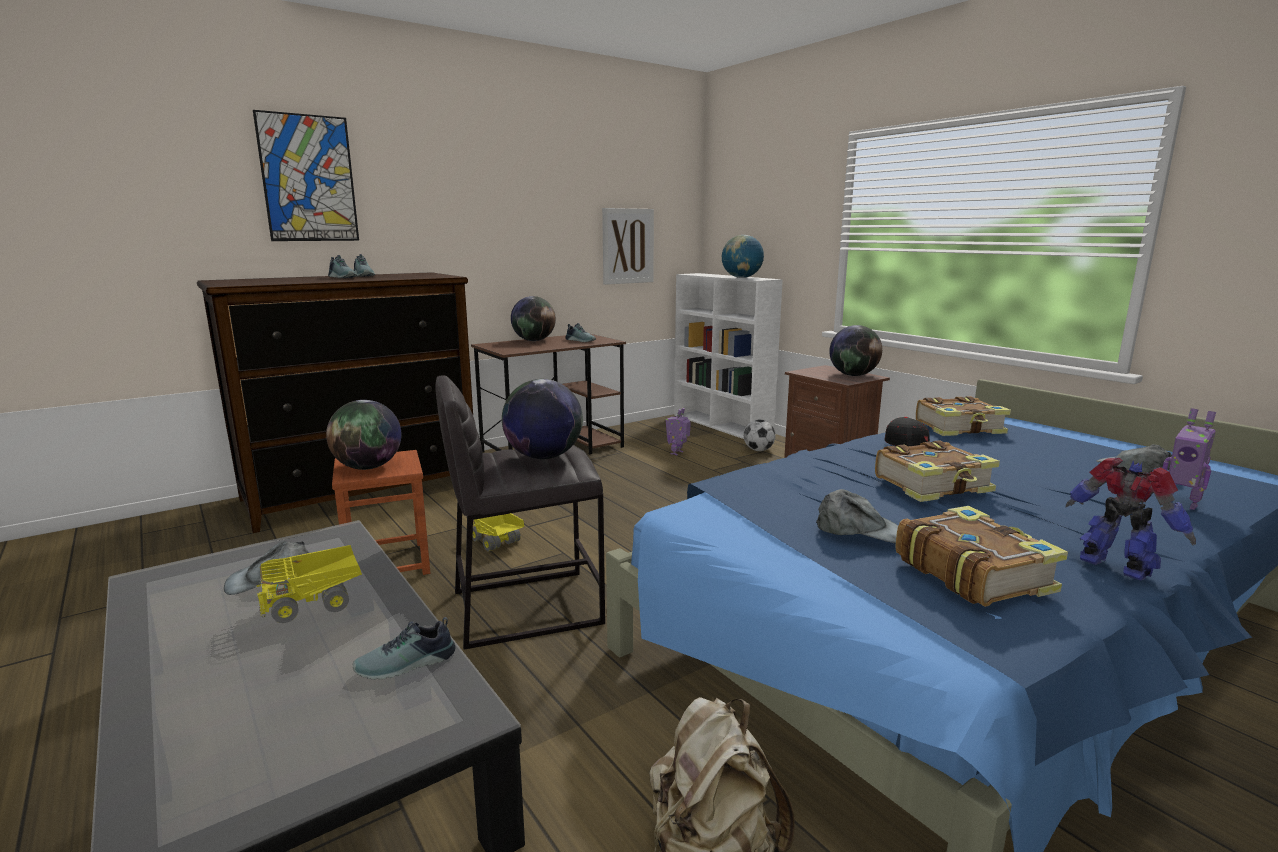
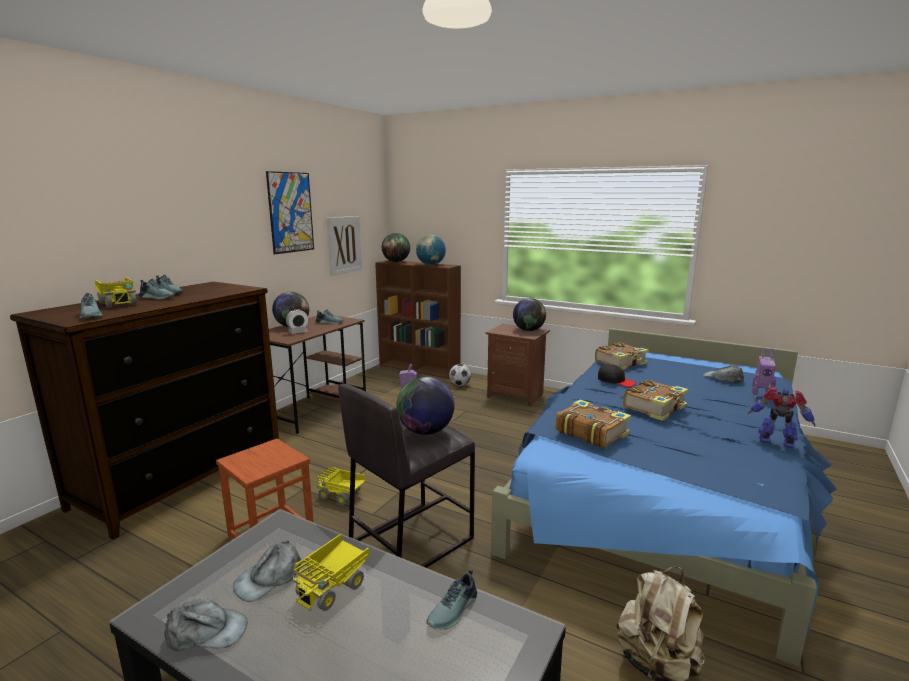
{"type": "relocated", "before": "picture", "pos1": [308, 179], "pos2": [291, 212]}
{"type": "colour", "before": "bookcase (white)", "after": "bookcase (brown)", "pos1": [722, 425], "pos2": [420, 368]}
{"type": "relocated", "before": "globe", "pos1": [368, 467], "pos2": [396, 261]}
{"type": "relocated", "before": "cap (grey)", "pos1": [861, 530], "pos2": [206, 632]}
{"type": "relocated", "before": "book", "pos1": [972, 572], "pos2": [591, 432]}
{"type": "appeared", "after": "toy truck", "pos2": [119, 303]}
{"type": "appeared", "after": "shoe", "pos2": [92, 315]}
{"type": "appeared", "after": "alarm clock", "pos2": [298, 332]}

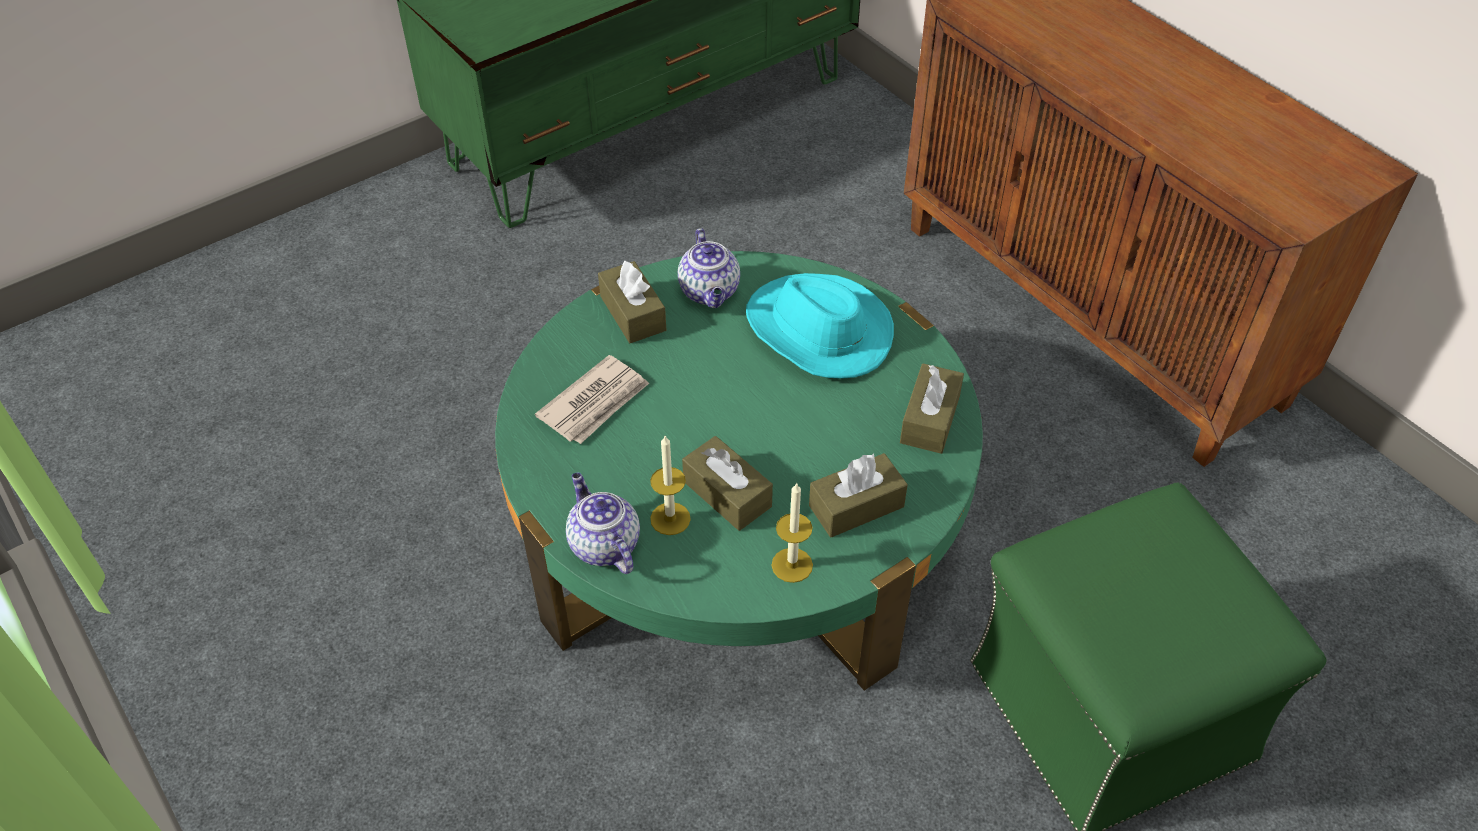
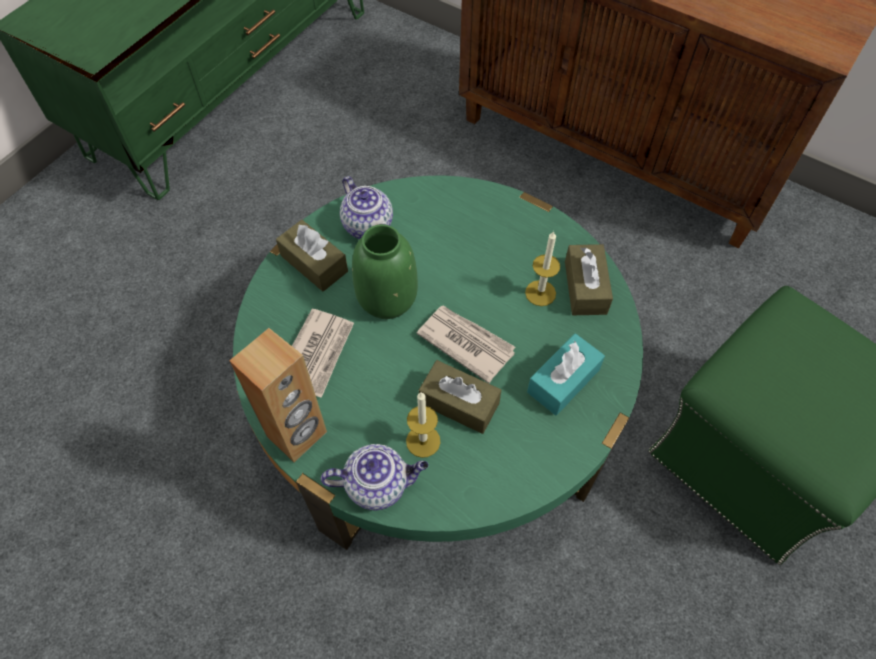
{"type": "missing", "before": "hat (turquoise)", "pos1": [817, 331]}
{"type": "colour", "before": "tissue box (brown)", "after": "tissue box (turquoise)", "pos1": [856, 506], "pos2": [563, 381]}
{"type": "spun", "before": "teapot", "pos1": [603, 545], "pos2": [378, 484], "turn": 135}
{"type": "relocated", "before": "candle", "pos1": [792, 565], "pos2": [540, 293]}
{"type": "appeared", "after": "vase (green)", "pos2": [387, 299]}
{"type": "appeared", "after": "newspaper", "pos2": [465, 343]}
{"type": "appeared", "after": "speaker (brown)", "pos2": [297, 434]}

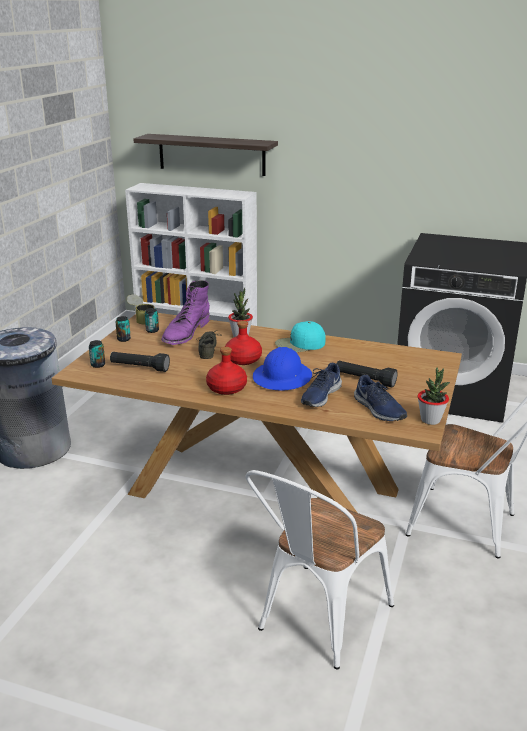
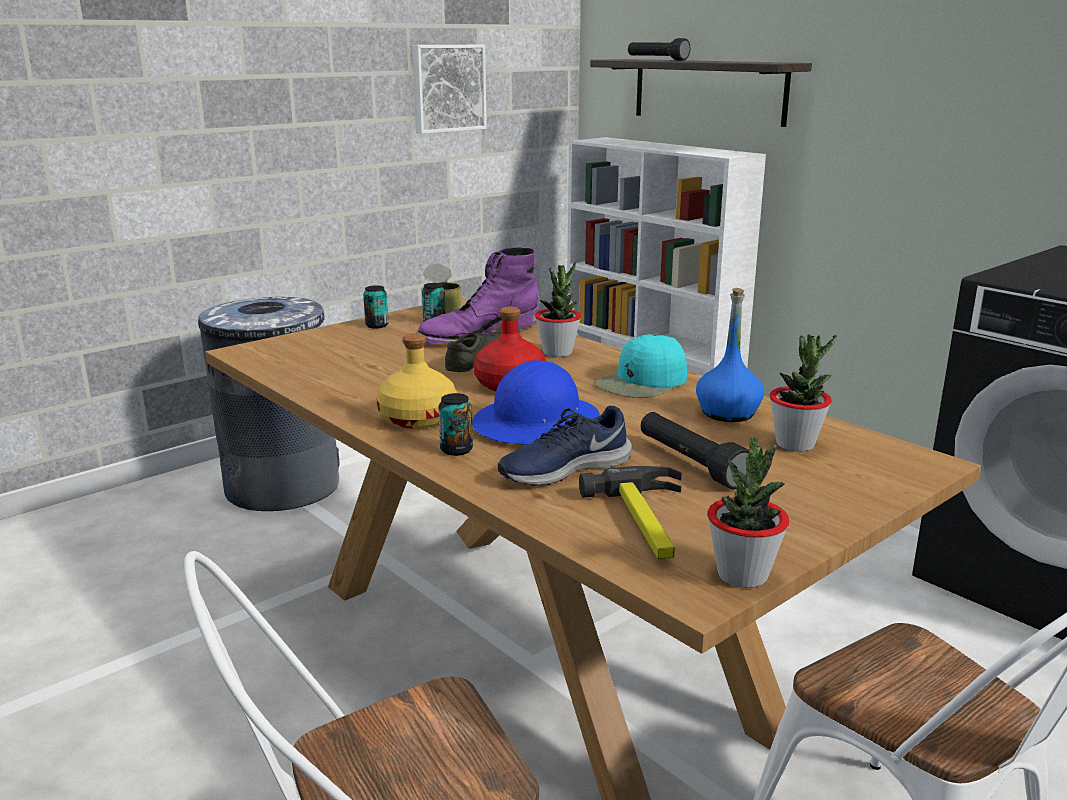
{"type": "spun", "before": "cap (turquoise)", "pos1": [299, 344], "pos2": [642, 383], "turn": -60}
{"type": "relocated", "before": "can", "pos1": [98, 365], "pos2": [456, 450]}
{"type": "colour", "before": "bottle (red)", "after": "bottle (yellow)", "pos1": [227, 388], "pos2": [419, 418]}
{"type": "relocated", "before": "flashlight (black)", "pos1": [139, 368], "pos2": [656, 59]}
{"type": "exchanged", "before": "shoe (blue)", "after": "hammer", "pos1": [378, 409], "pos2": [648, 522]}
{"type": "appeared", "after": "picture", "pos2": [447, 88]}
{"type": "appeared", "after": "bottle (blue)", "pos2": [728, 413]}
{"type": "appeared", "after": "potted plant", "pos2": [795, 444]}

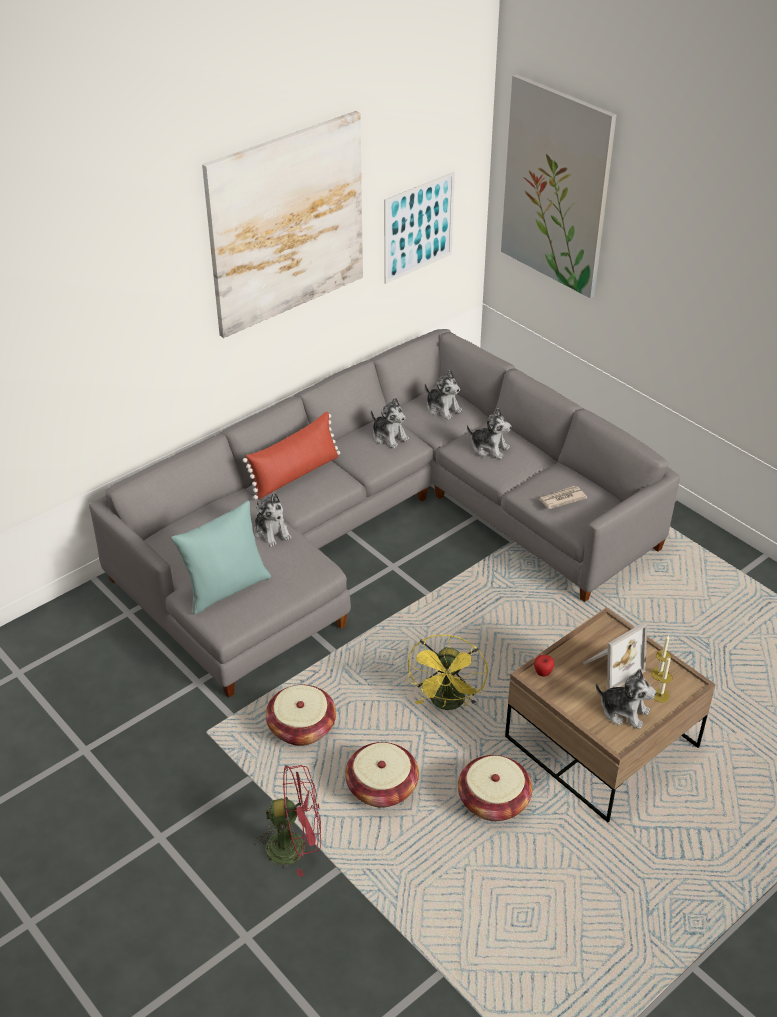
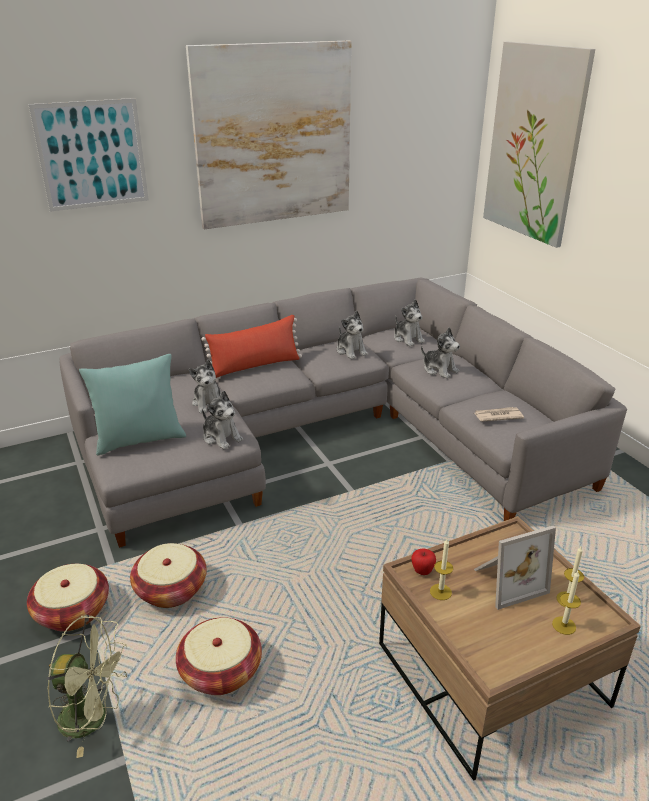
{"type": "relocated", "before": "picture", "pos1": [418, 227], "pos2": [92, 155]}
{"type": "missing", "before": "fan (yellow)", "pos1": [447, 704]}
{"type": "relocated", "before": "plush toy", "pos1": [624, 711], "pos2": [221, 437]}
{"type": "relocated", "before": "basket", "pos1": [493, 801], "pos2": [73, 611]}
{"type": "colour", "before": "fan (red)", "after": "fan (green)", "pos1": [295, 846], "pos2": [93, 717]}
{"type": "appeared", "after": "candle", "pos2": [440, 592]}

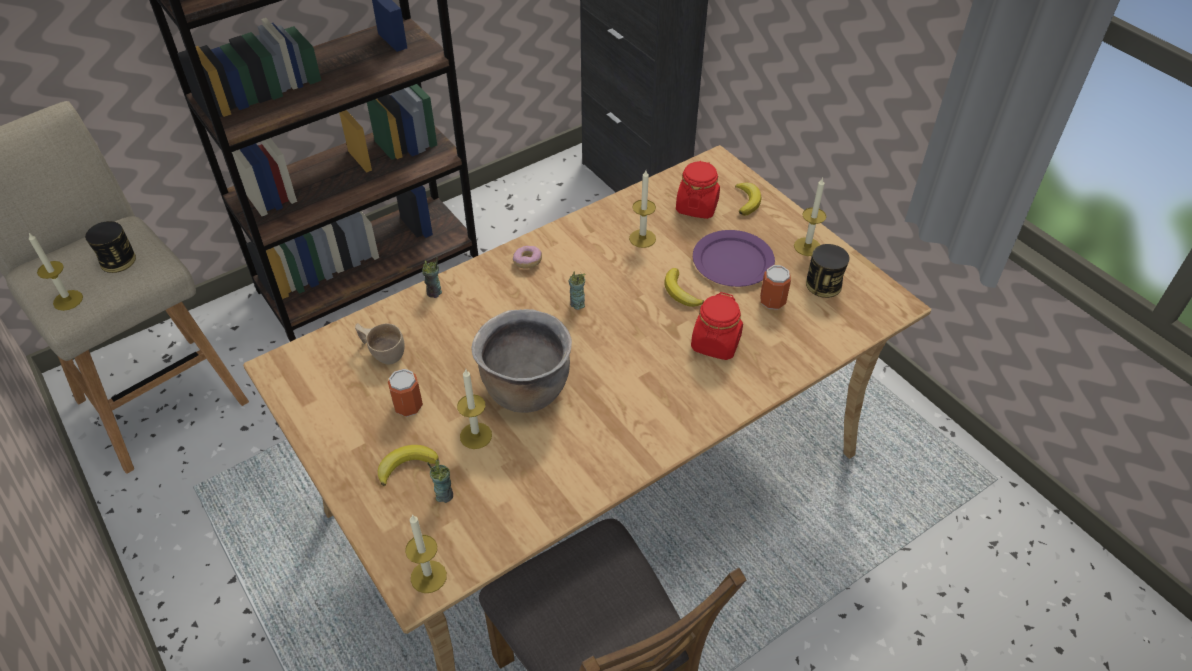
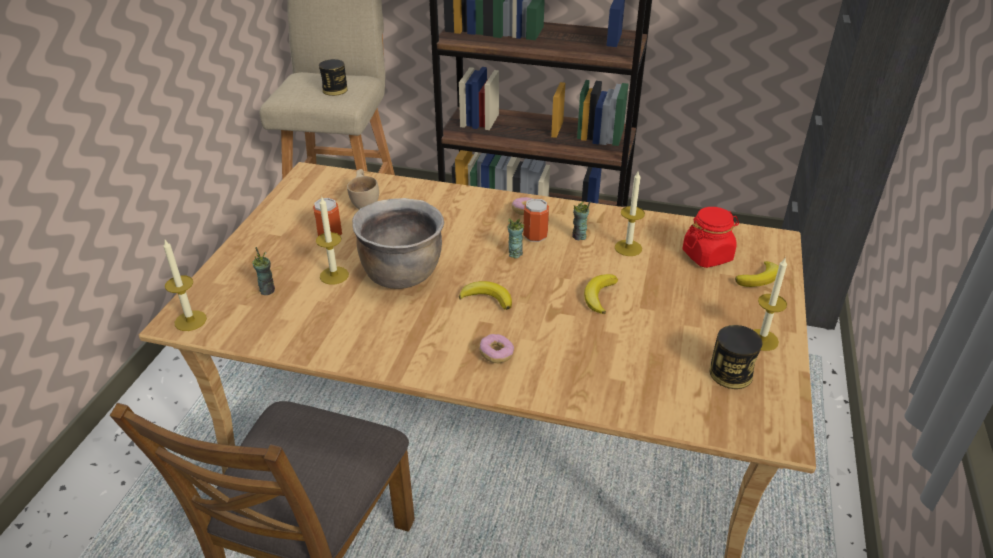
{"type": "missing", "before": "plate (purple)", "pos1": [732, 261]}
{"type": "missing", "before": "candle", "pos1": [68, 300]}
{"type": "relocated", "before": "cup", "pos1": [434, 293], "pos2": [579, 236]}
{"type": "relocated", "before": "can", "pos1": [772, 301], "pos2": [535, 235]}
{"type": "missing", "before": "jar (red)", "pos1": [715, 343]}
{"type": "relocated", "before": "banana", "pos1": [406, 465], "pos2": [487, 298]}
{"type": "appeared", "after": "donut", "pos2": [496, 354]}

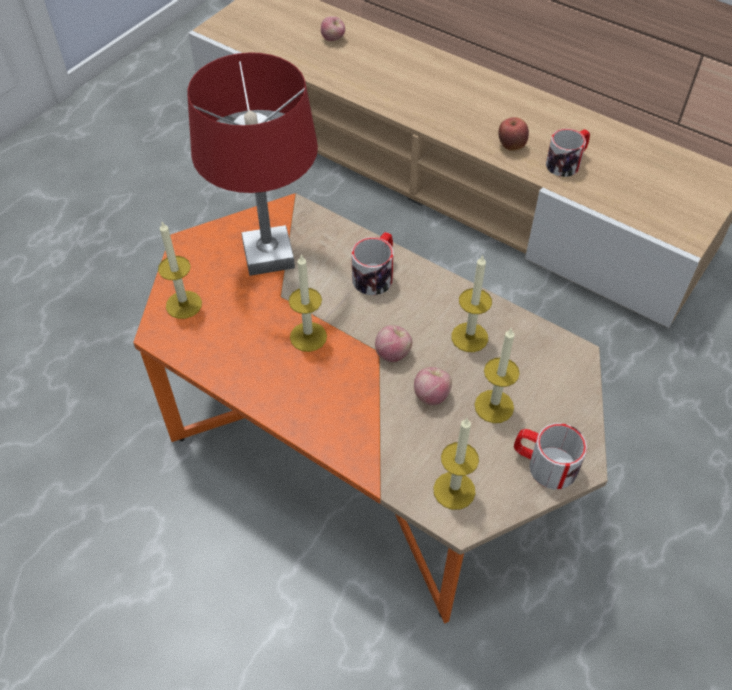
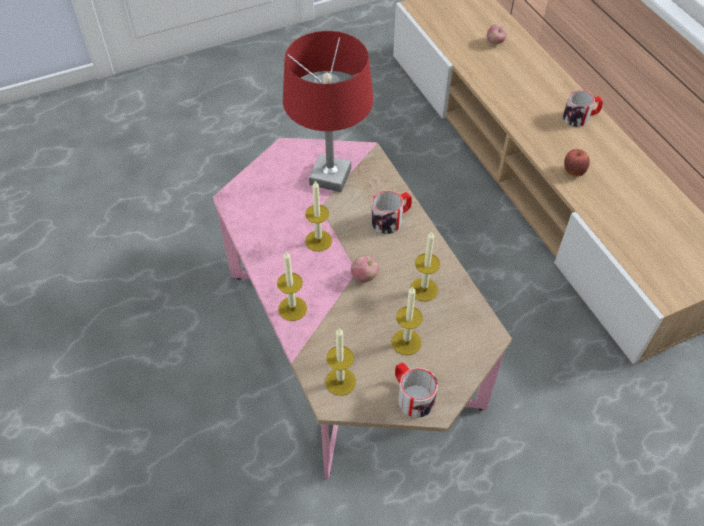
{"type": "relocated", "before": "mug", "pos1": [567, 162], "pos2": [580, 117]}
{"type": "colour", "before": "coffee table (orange)", "after": "coffee table (pink)", "pos1": [366, 444], "pos2": [352, 338]}
{"type": "relocated", "before": "candle", "pos1": [184, 304], "pos2": [292, 308]}
{"type": "missing", "before": "apple", "pos1": [431, 395]}

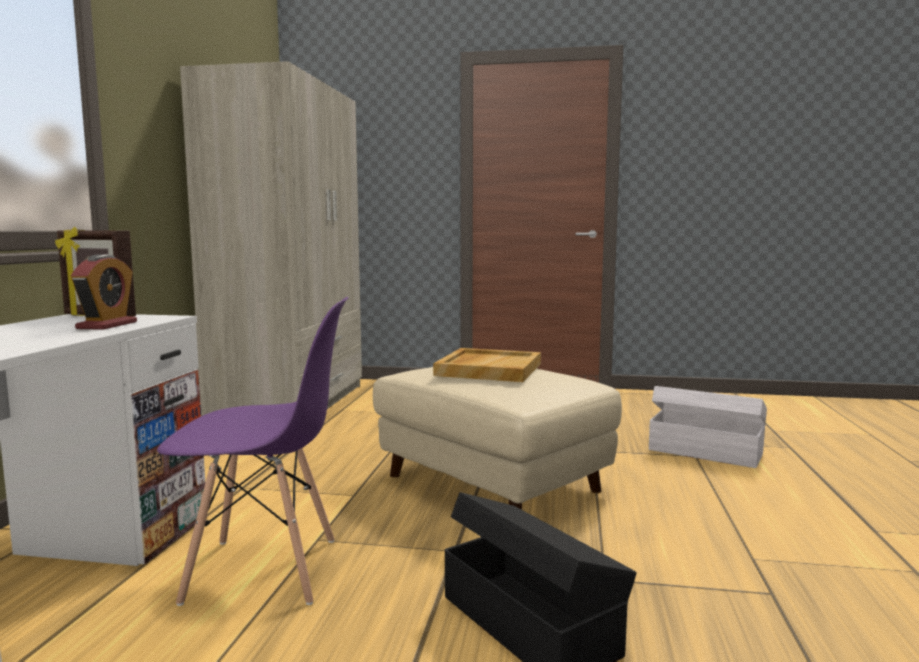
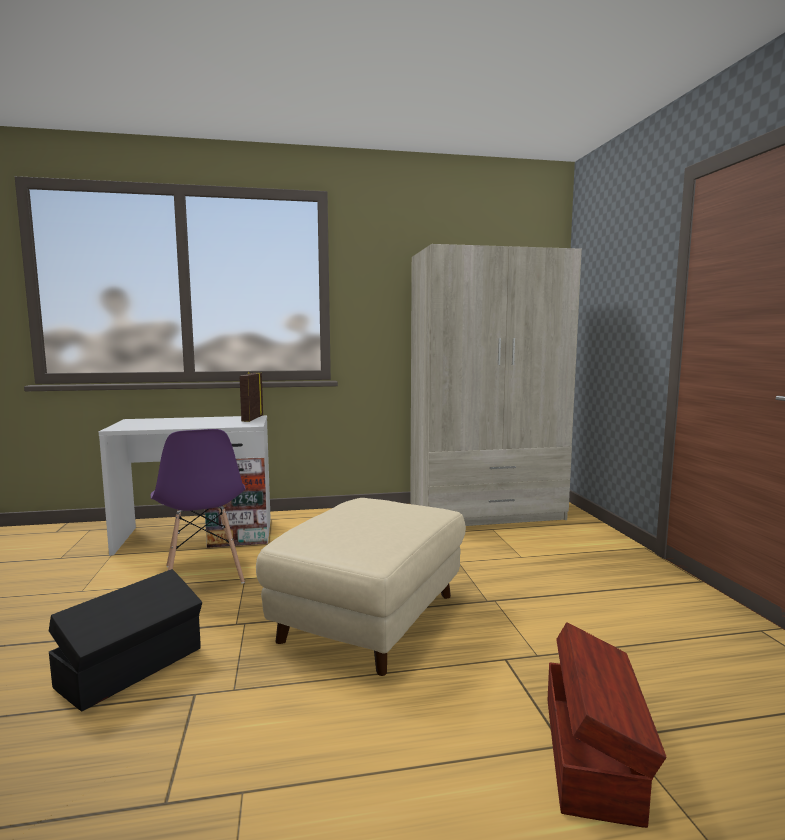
{"type": "missing", "before": "alarm clock", "pos1": [107, 325]}
{"type": "missing", "before": "tray (beige)", "pos1": [488, 369]}
{"type": "colour", "before": "storage box (white)", "after": "storage box (brown)", "pos1": [704, 451], "pos2": [592, 754]}

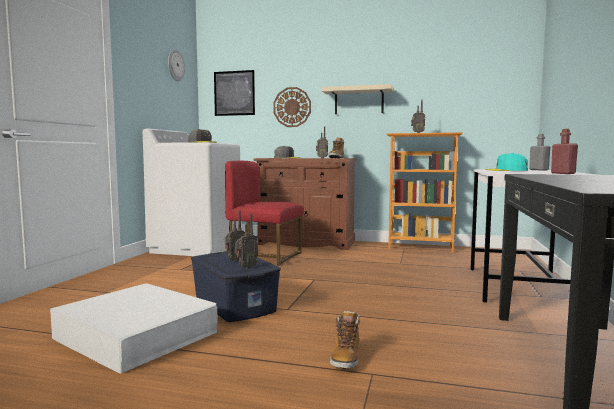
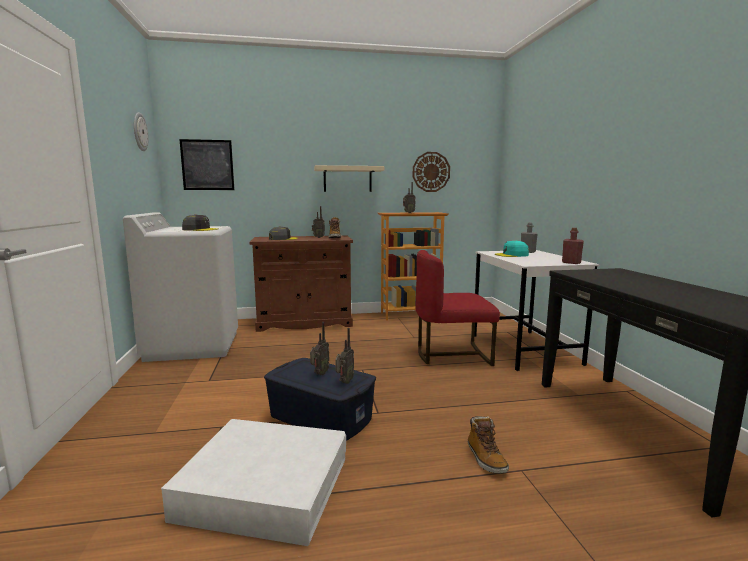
{"type": "relocated", "before": "wall clock", "pos1": [292, 107], "pos2": [431, 172]}
{"type": "relocated", "before": "chair (red)", "pos1": [264, 256], "pos2": [452, 354]}

